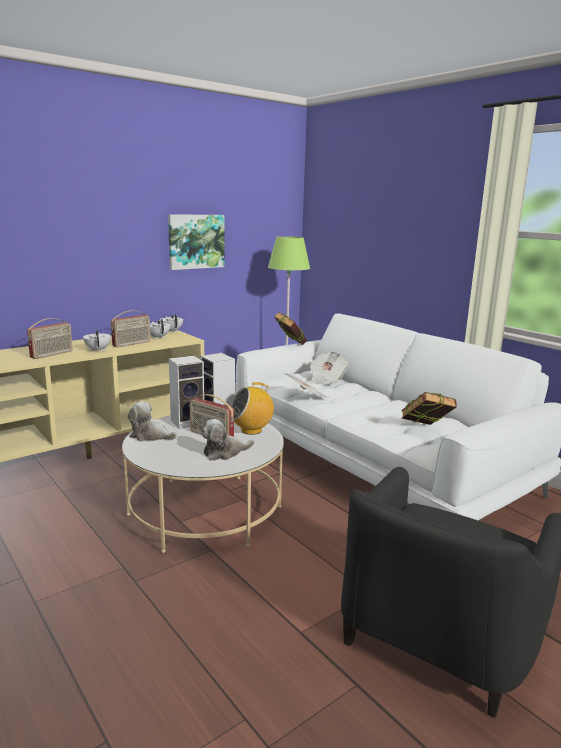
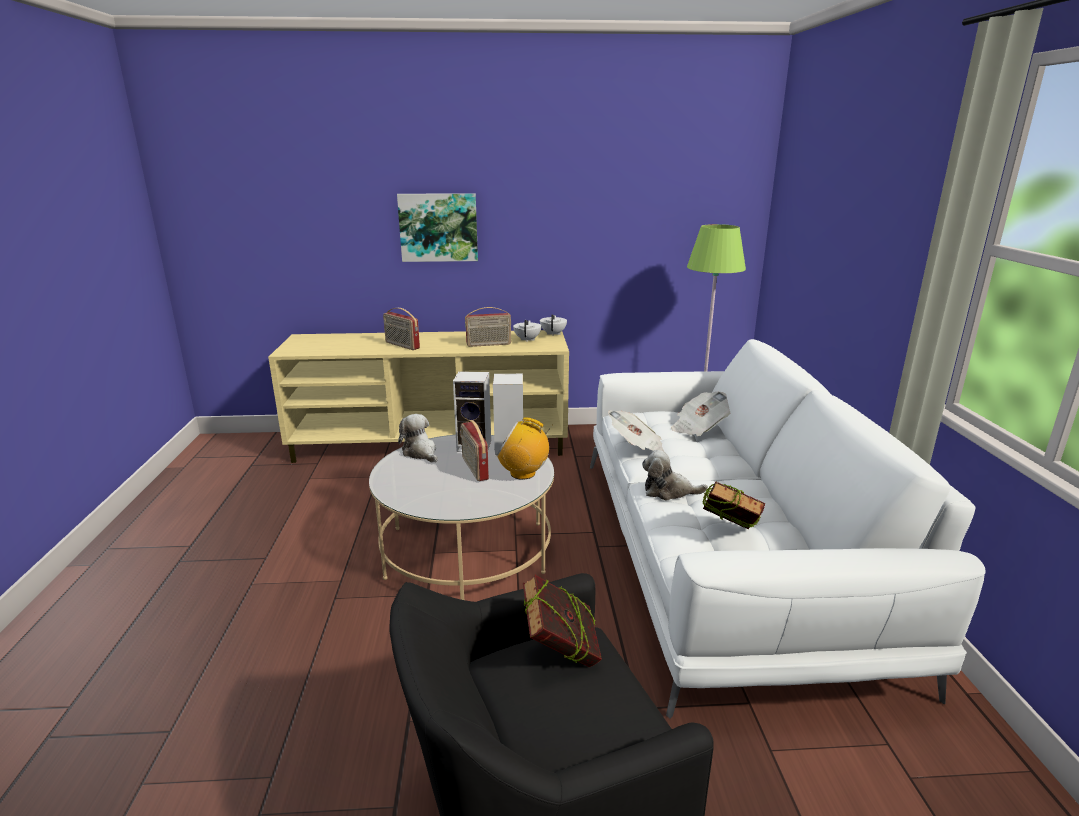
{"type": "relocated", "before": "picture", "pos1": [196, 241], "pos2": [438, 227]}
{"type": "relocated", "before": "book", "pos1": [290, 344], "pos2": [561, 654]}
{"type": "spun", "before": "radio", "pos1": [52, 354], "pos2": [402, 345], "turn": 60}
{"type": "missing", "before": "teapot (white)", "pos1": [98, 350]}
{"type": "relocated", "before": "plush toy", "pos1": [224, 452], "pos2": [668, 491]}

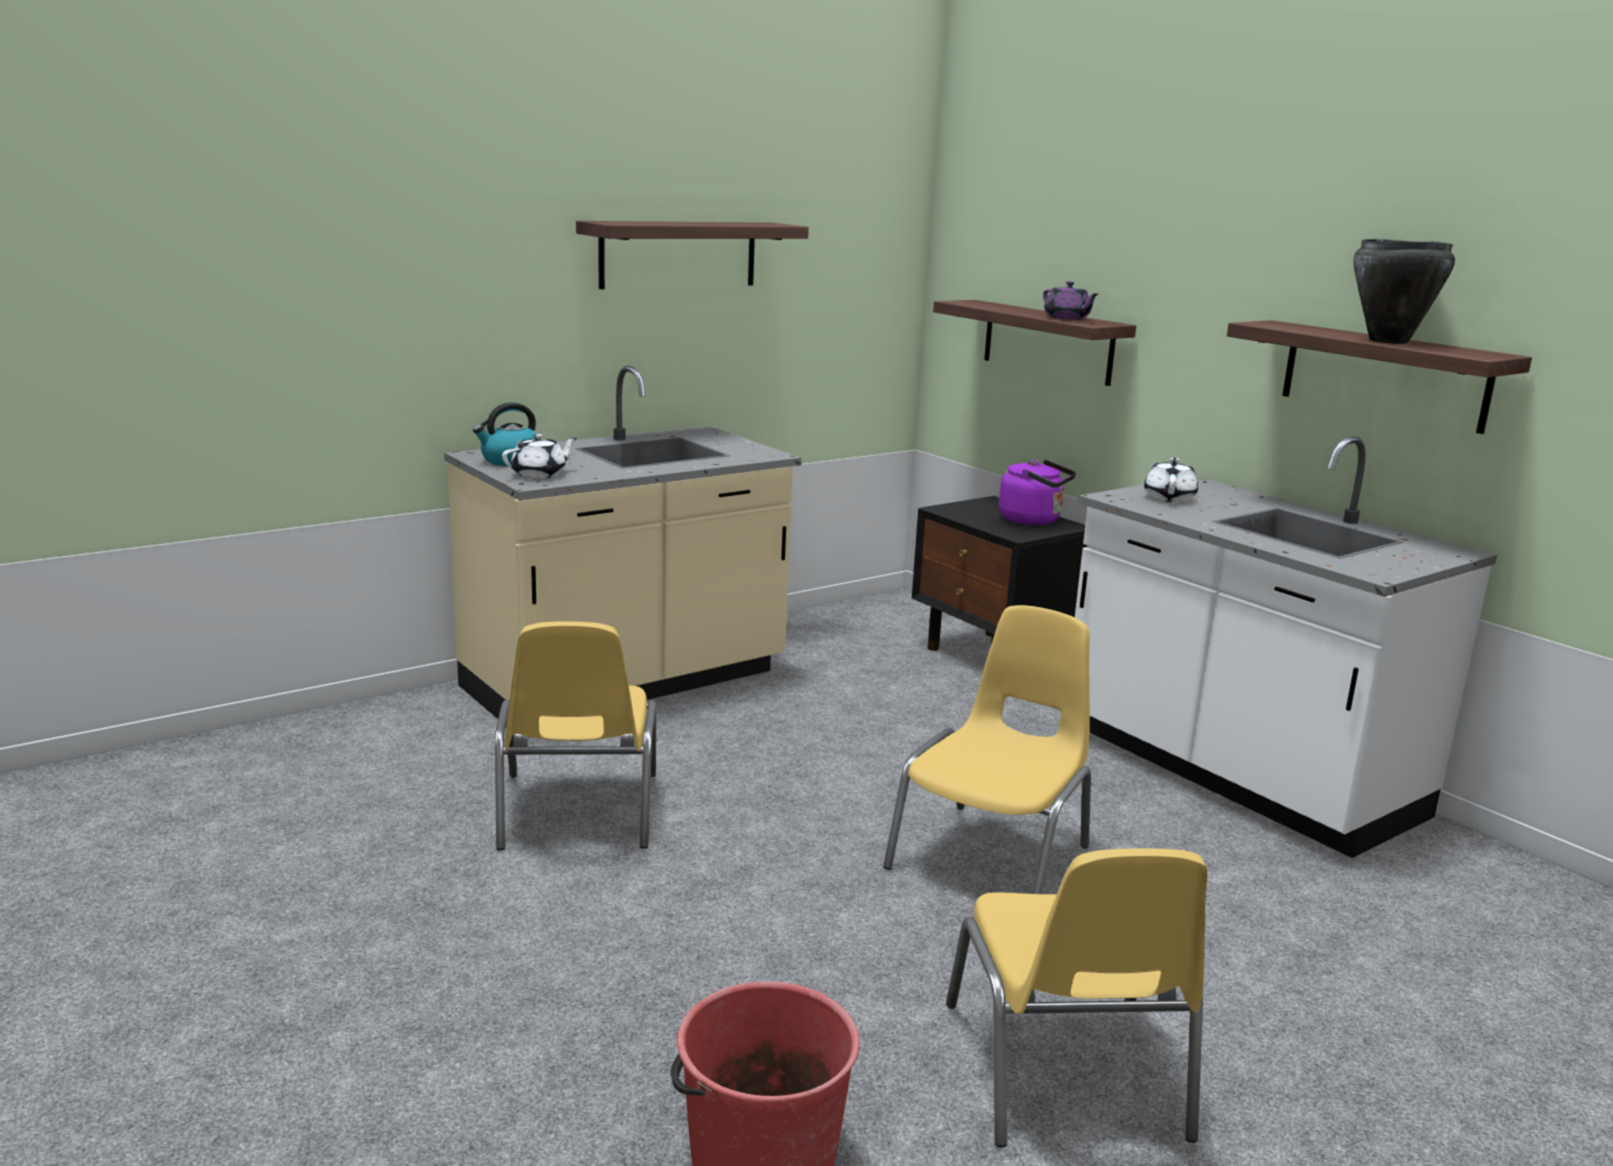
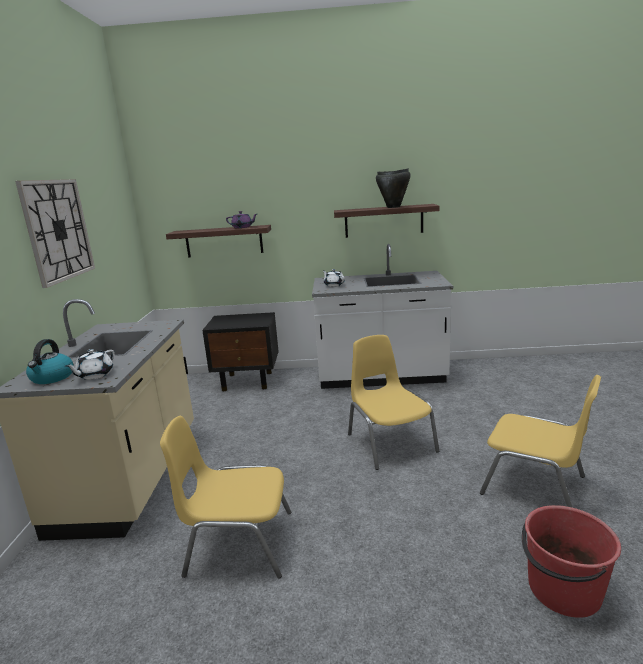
{"type": "exchanged", "before": "shelf", "after": "wall clock", "pos1": [678, 254], "pos2": [58, 230]}
{"type": "spun", "before": "teapot (white)", "pos1": [540, 474], "pos2": [95, 375], "turn": -150}
{"type": "missing", "before": "kettle (purple)", "pos1": [1033, 520]}
{"type": "spun", "before": "chair (yellow)", "pos1": [577, 812], "pos2": [238, 543], "turn": 150}

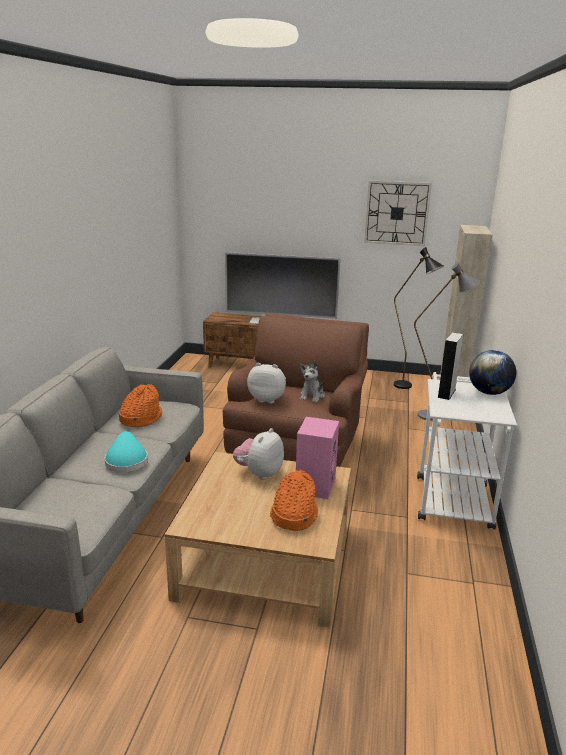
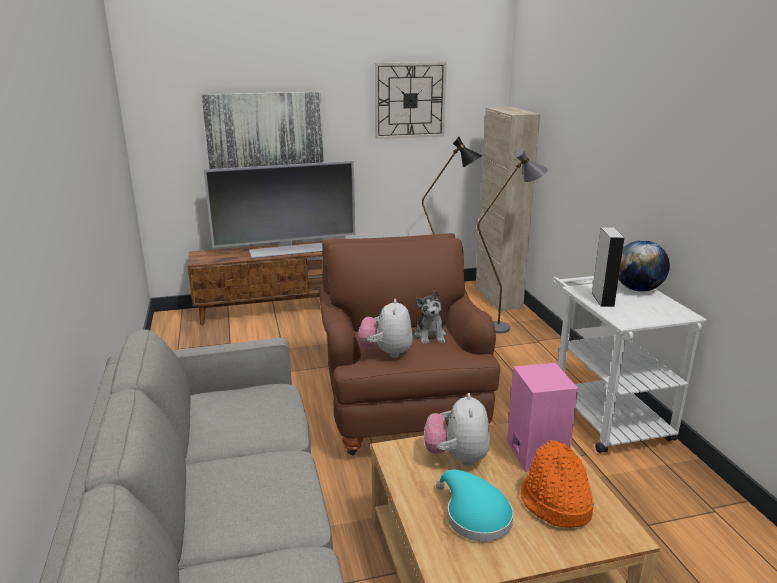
{"type": "spun", "before": "plush toy", "pos1": [267, 399], "pos2": [386, 353], "turn": -75}
{"type": "missing", "before": "hat (orange)", "pos1": [140, 418]}
{"type": "relocated", "before": "hat (turquoise)", "pos1": [126, 461], "pos2": [474, 516]}
{"type": "appeared", "after": "picture", "pos2": [264, 131]}

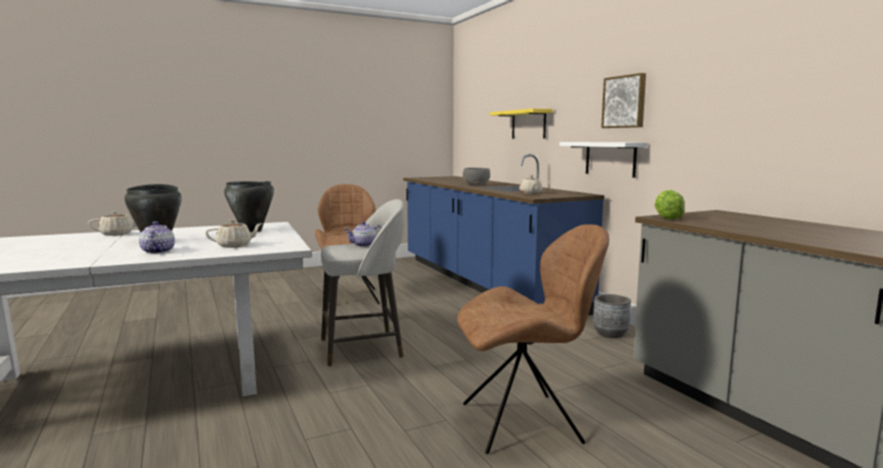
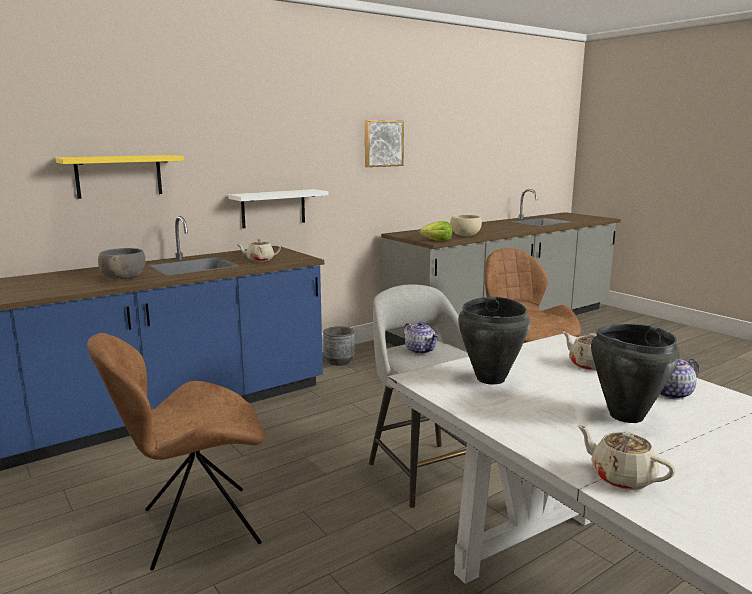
{"type": "relocated", "before": "picture", "pos1": [625, 102], "pos2": [383, 143]}
{"type": "appeared", "after": "bowl (beige)", "pos2": [465, 235]}

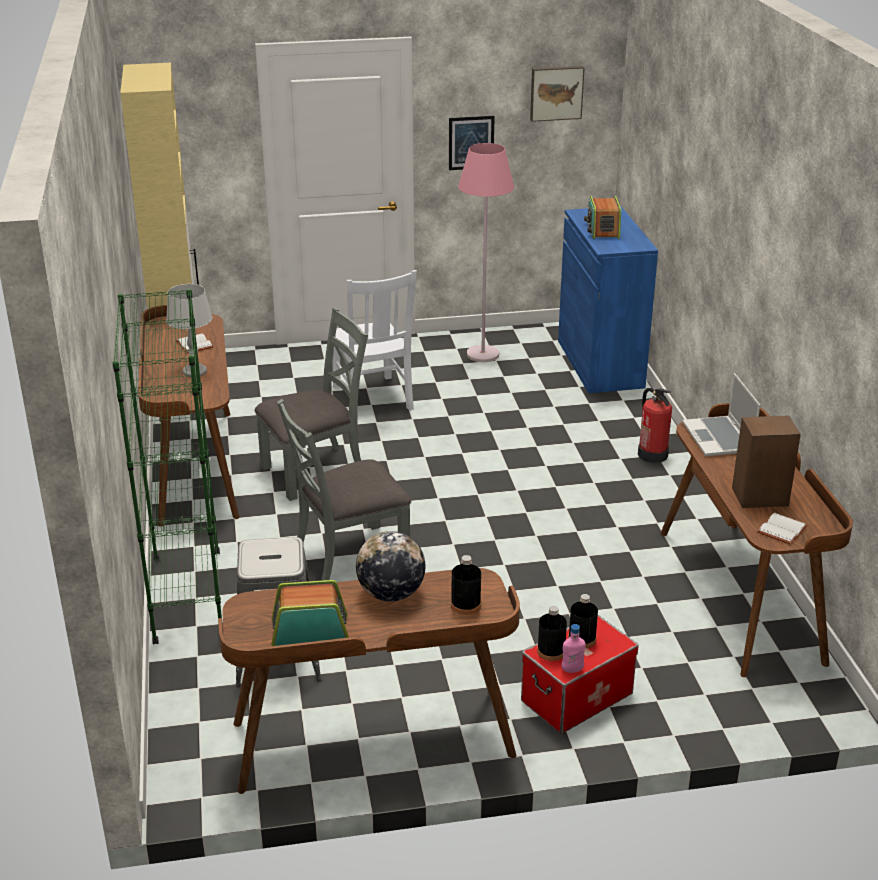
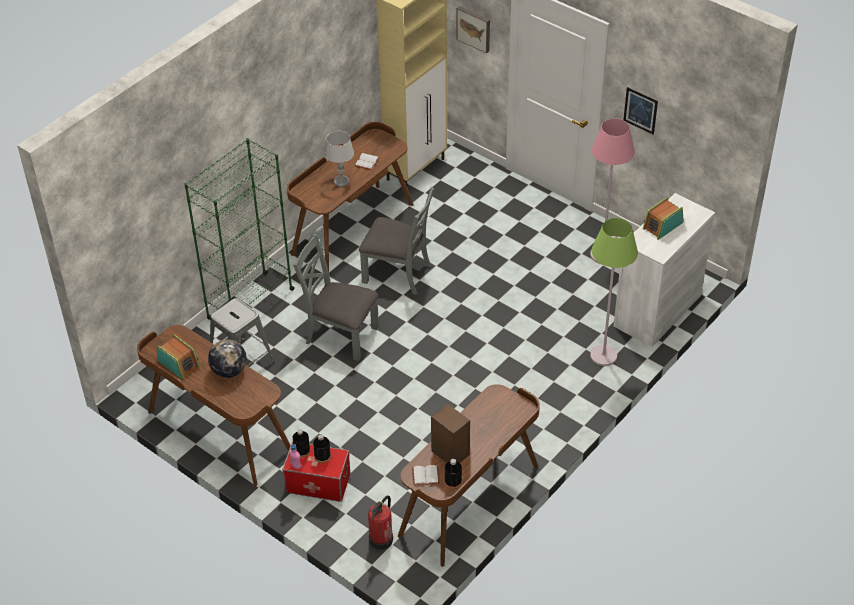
{"type": "relocated", "before": "picture", "pos1": [556, 92], "pos2": [474, 28]}
{"type": "colour", "before": "cabinet (blue)", "after": "cabinet (white)", "pos1": [600, 364], "pos2": [657, 310]}
{"type": "missing", "before": "chair (white)", "pos1": [373, 399]}
{"type": "missing", "before": "laptop", "pos1": [719, 438]}
{"type": "relocated", "before": "fire extinguisher", "pos1": [652, 454], "pos2": [381, 539]}
{"type": "relocated", "before": "bottle (black)", "pos1": [466, 605], "pos2": [453, 482]}
{"type": "appeared", "after": "floor lamp (green)", "pos2": [603, 355]}

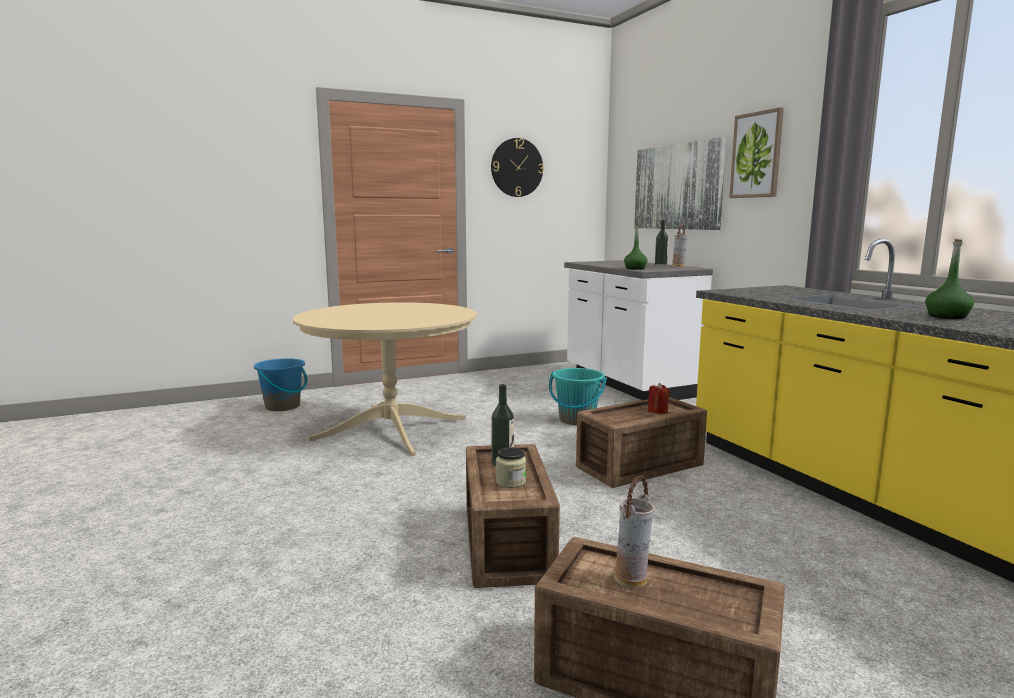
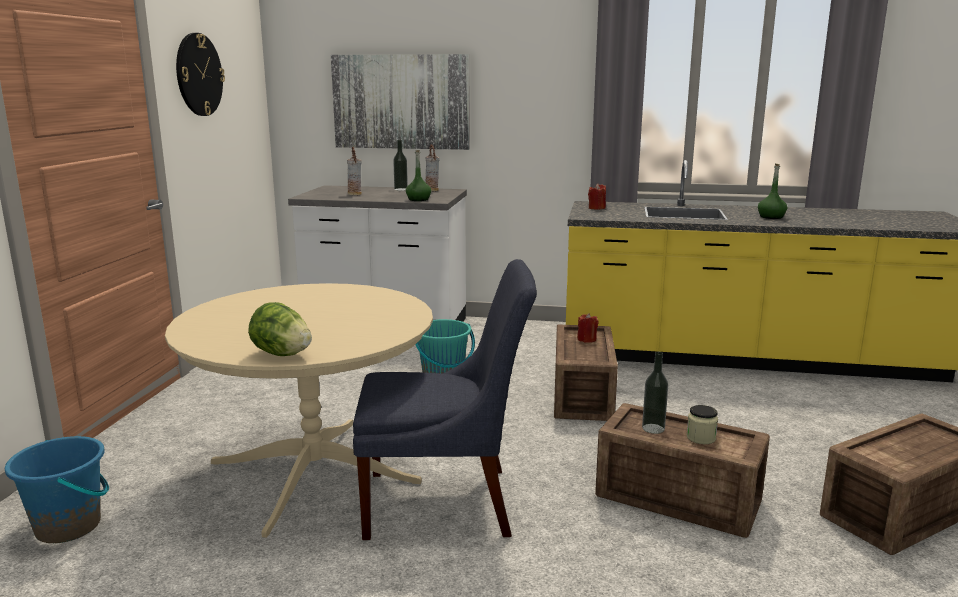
{"type": "missing", "before": "picture", "pos1": [757, 155]}
{"type": "relocated", "before": "vase", "pos1": [632, 580], "pos2": [355, 194]}
{"type": "appeared", "after": "candle (red)", "pos2": [596, 208]}
{"type": "appeared", "after": "chair (blue)", "pos2": [446, 503]}
{"type": "appeared", "after": "lettuce", "pos2": [281, 354]}

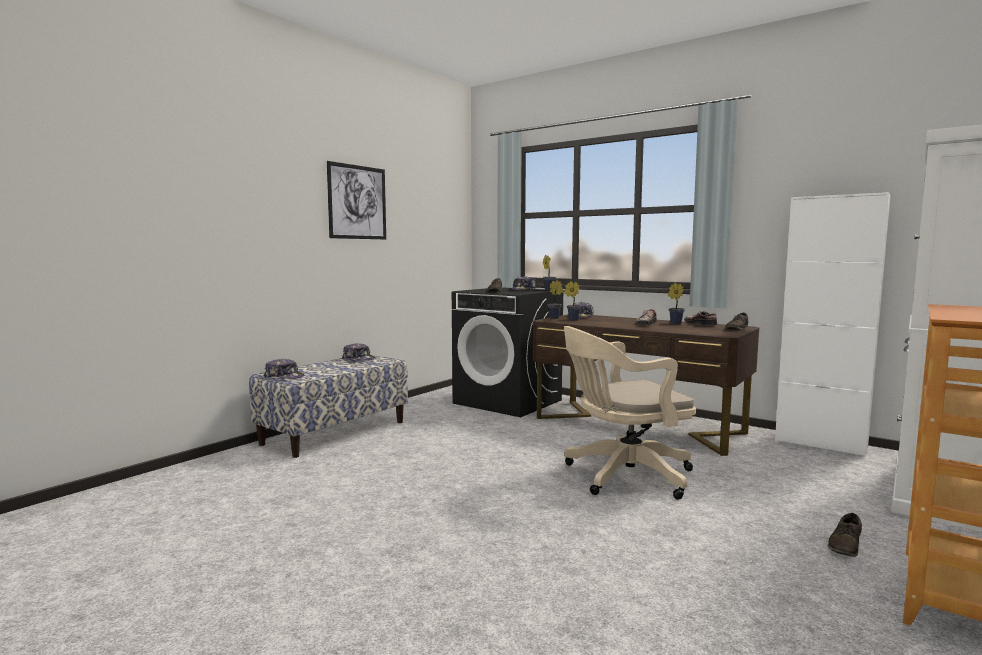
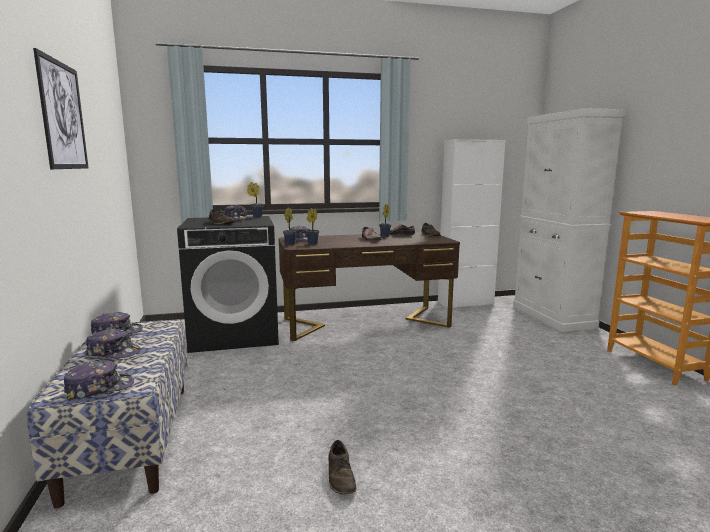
{"type": "missing", "before": "office chair (beige)", "pos1": [623, 476]}
{"type": "relocated", "before": "shoe (brown)", "pos1": [845, 545], "pos2": [341, 476]}
{"type": "appeared", "after": "cap", "pos2": [113, 352]}

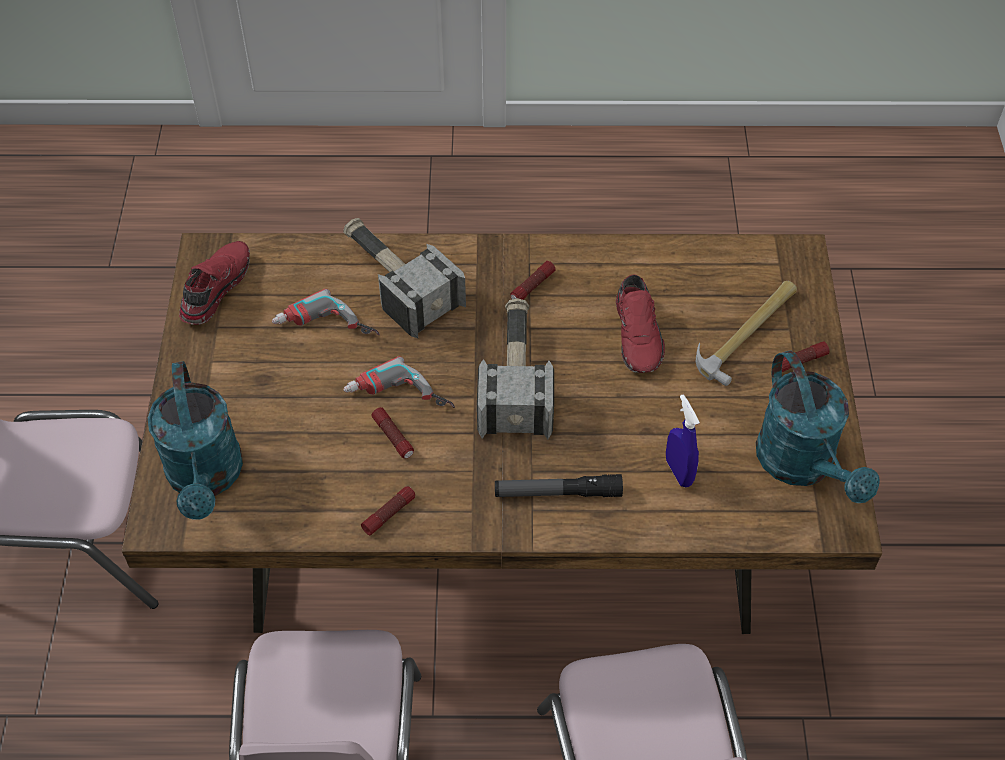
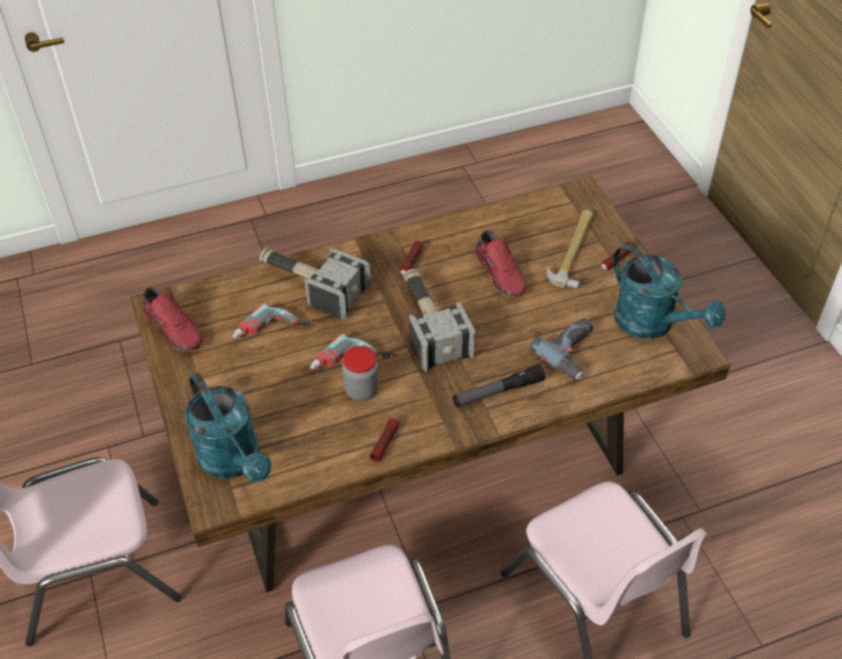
{"type": "spun", "before": "shoe (red)", "pos1": [214, 288], "pos2": [175, 327], "turn": 135}
{"type": "exchanged", "before": "spray bottle (blue)", "after": "power drill", "pos1": [678, 472], "pos2": [573, 353]}
{"type": "exchanged", "before": "flashlight", "after": "jar", "pos1": [393, 437], "pos2": [362, 390]}

